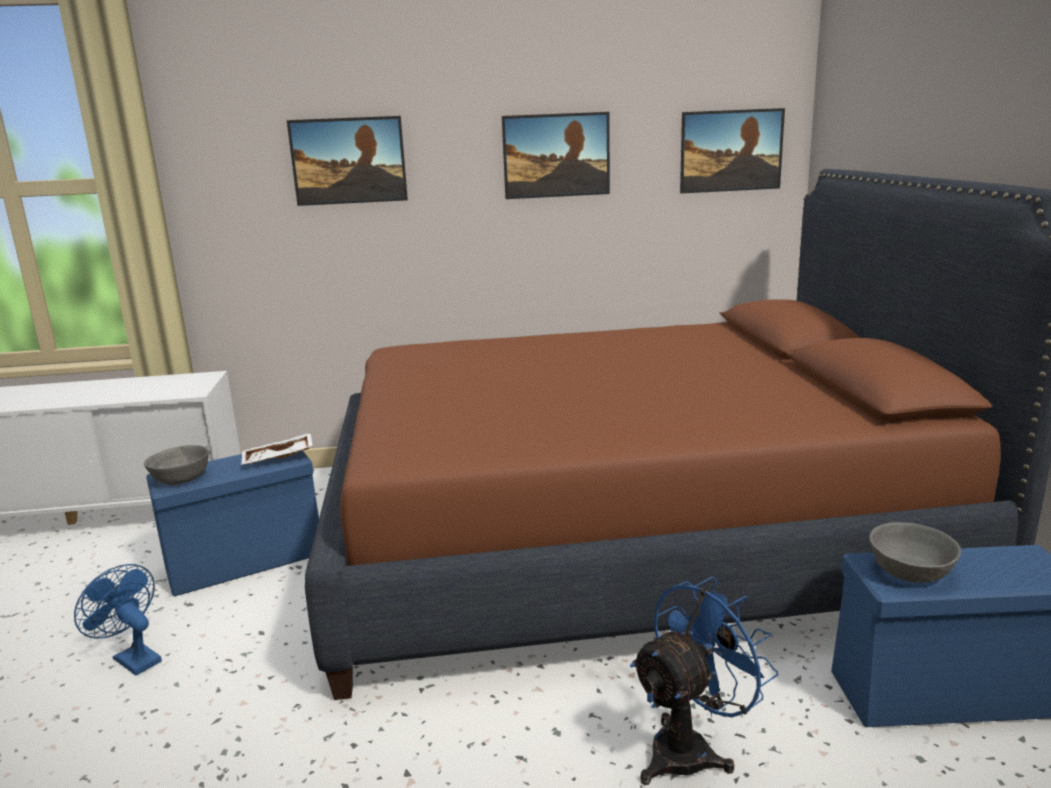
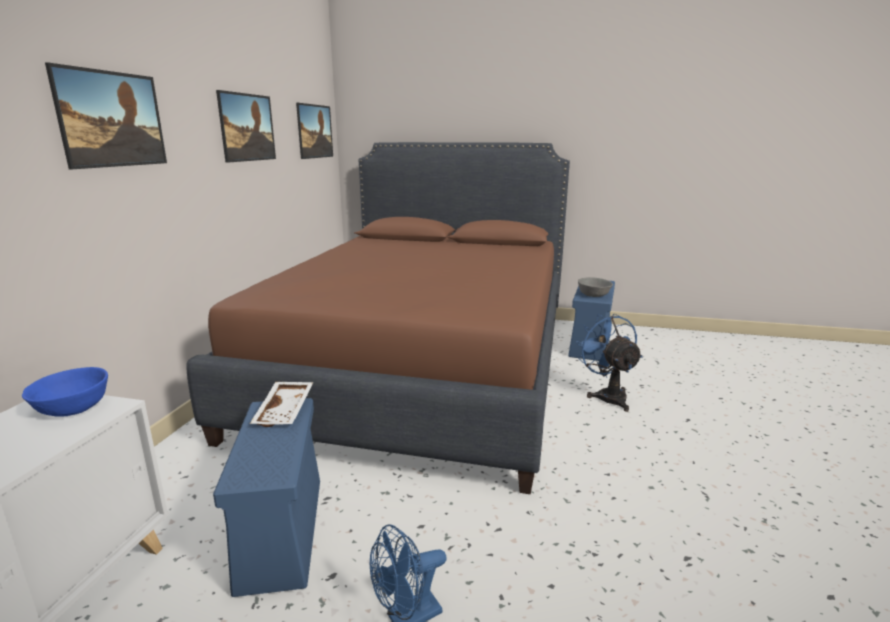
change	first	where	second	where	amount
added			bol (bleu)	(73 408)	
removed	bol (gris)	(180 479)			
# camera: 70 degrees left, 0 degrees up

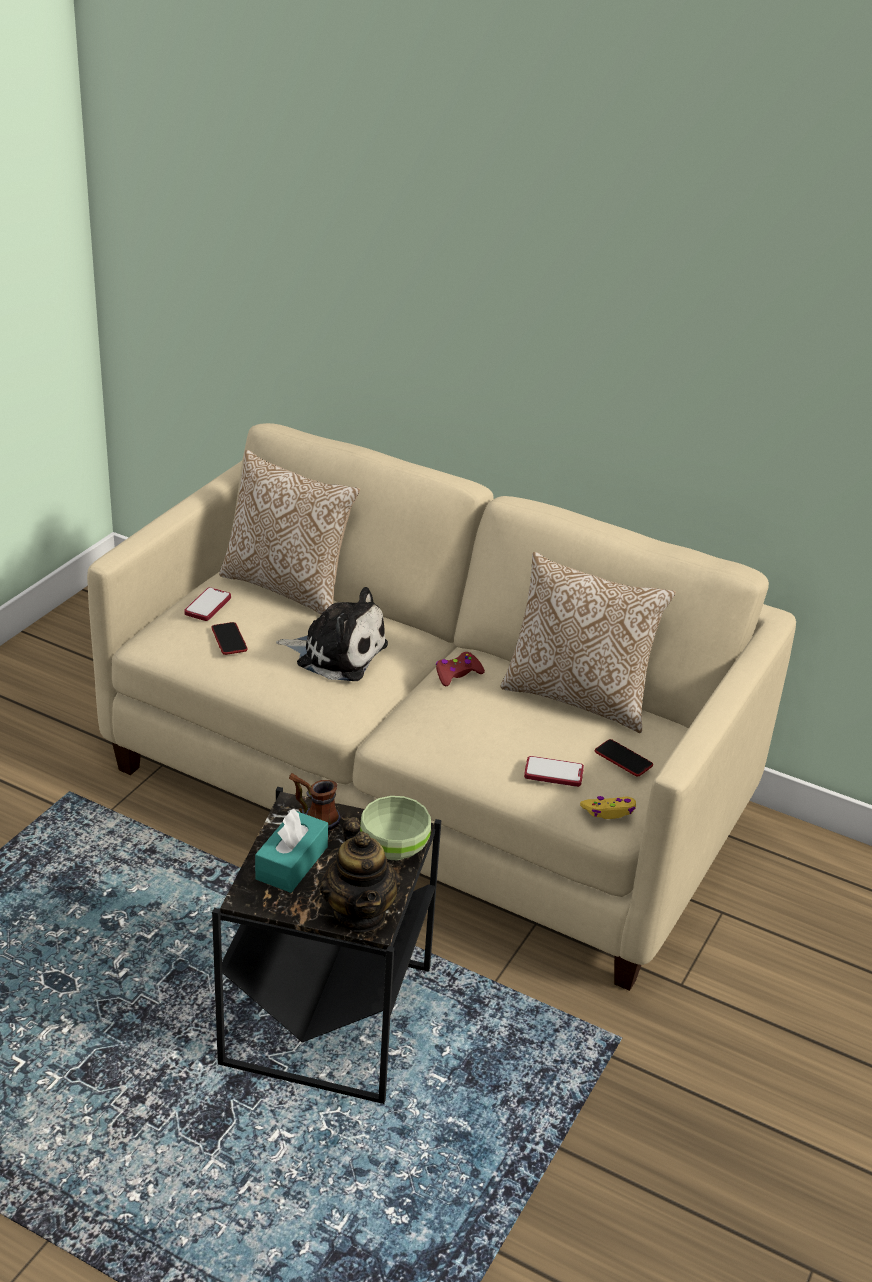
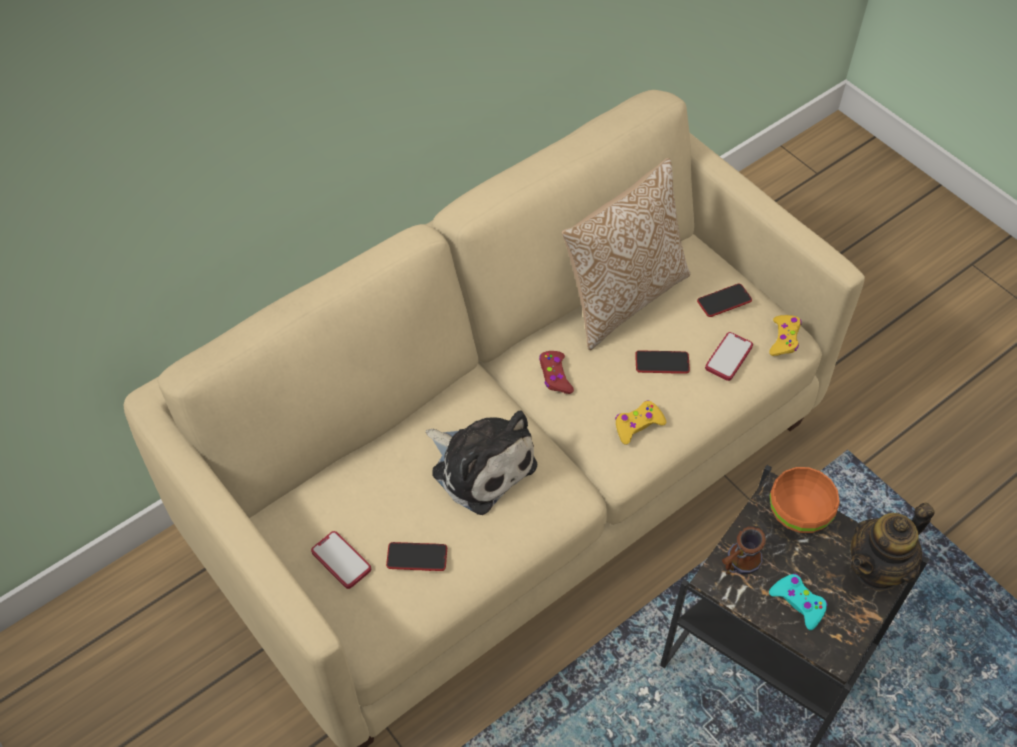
change	first	where	second	where	amount
turned	peluche	(337 653)		(480 465)	90 degrees clockwise
added			manette (jaune)	(637 425)	
added			téléphone	(662 363)	
replaced	boîte à mouchoirs (turquoise)	(292 863)	manette (turquoise)	(798 603)	
recoloured	bol (vert)	(395 848)	bol (orange)	(798 512)	
turned	théière	(359 913)		(878 568)	135 degrees clockwise
removed	coussin	(288 587)			
# camera: 65 degrees left, 20 degrees up

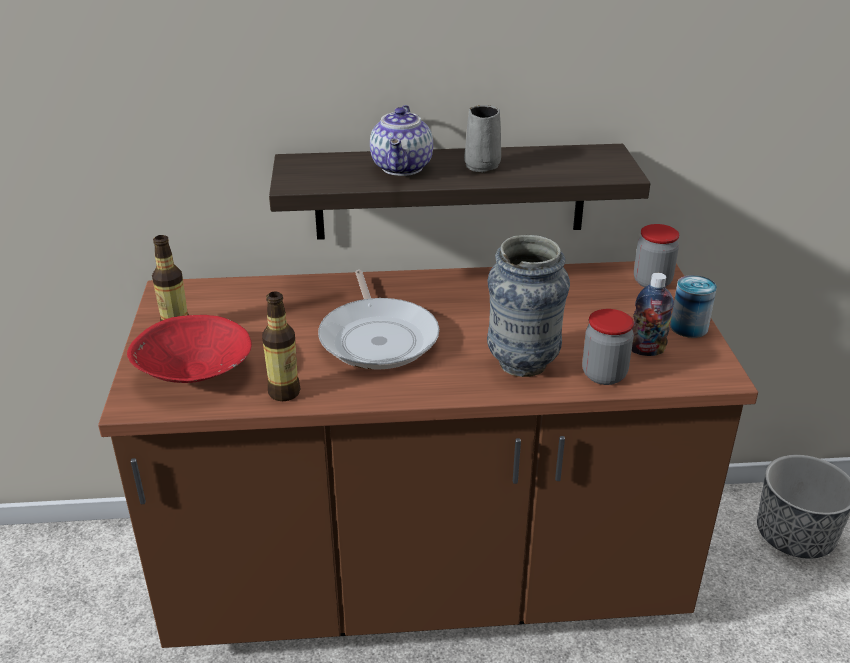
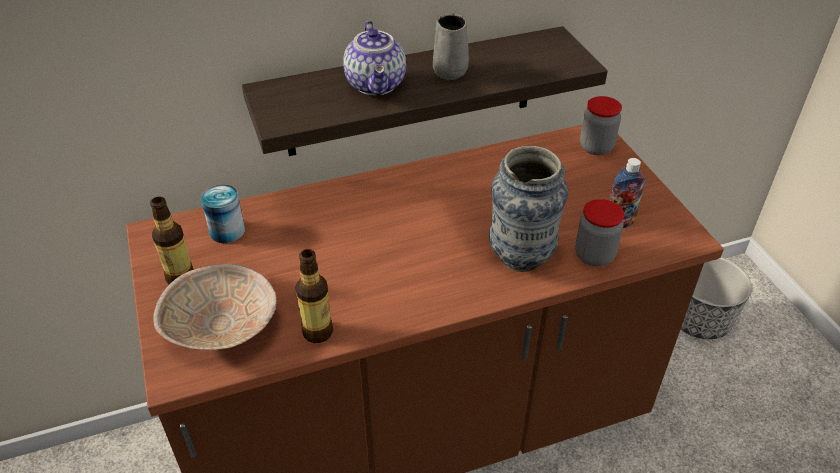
change	first	where	second	where	amount
recoloured	bol (rouge)	(196 373)	bol (beige)	(222 326)	
moved	boîte métallique	(689 327)		(227 231)	
removed	poêle	(378 337)			
# camera: 15 degrees left, 10 degrees up

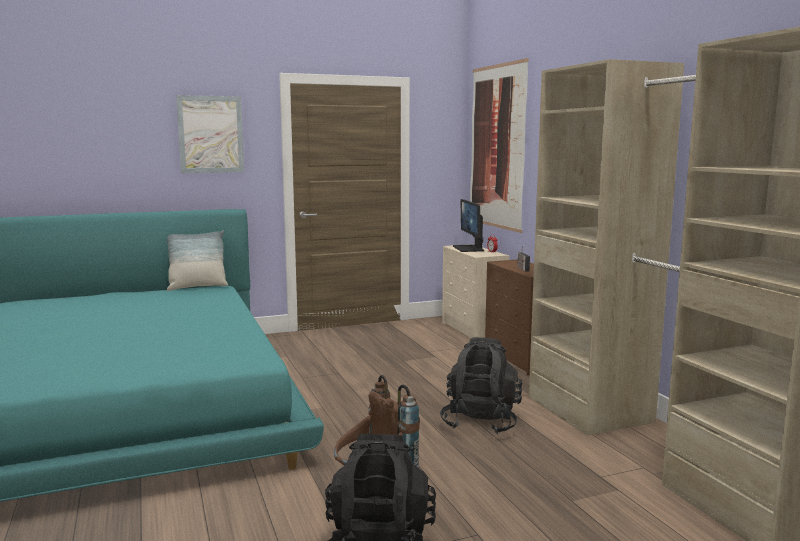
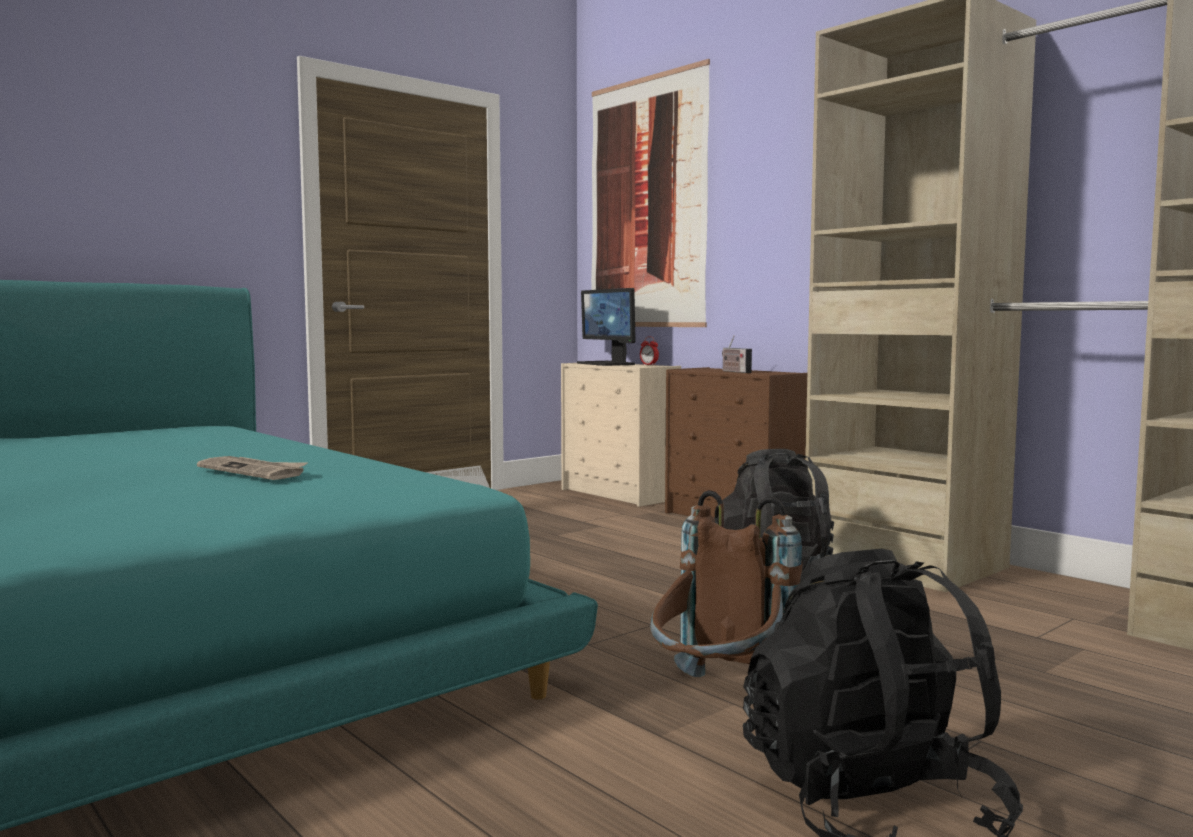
change	first	where	second	where	amount
added			journal	(254 471)	
removed	coussin	(197 287)			
removed	tableau	(210 134)			
# camera: 20 degrees left, 5 degrees down

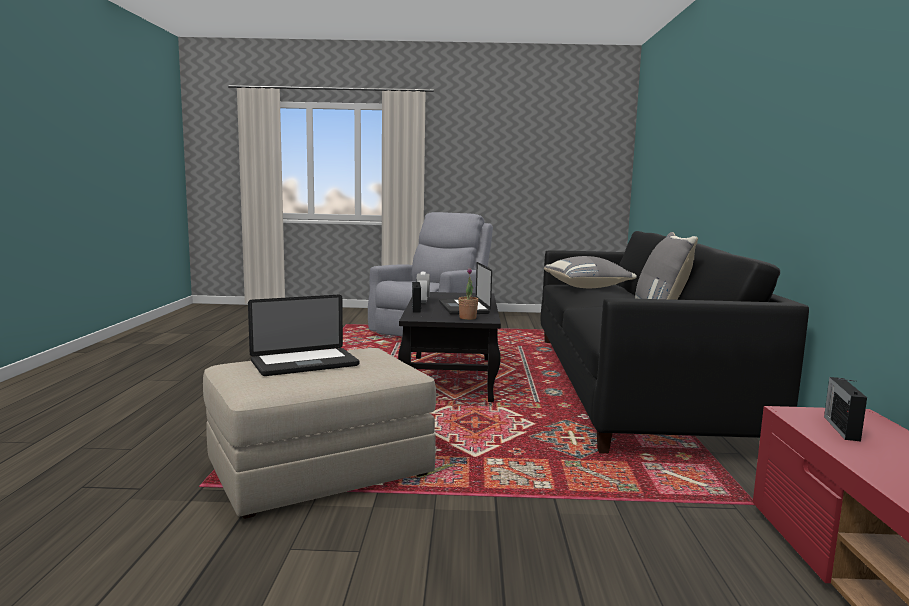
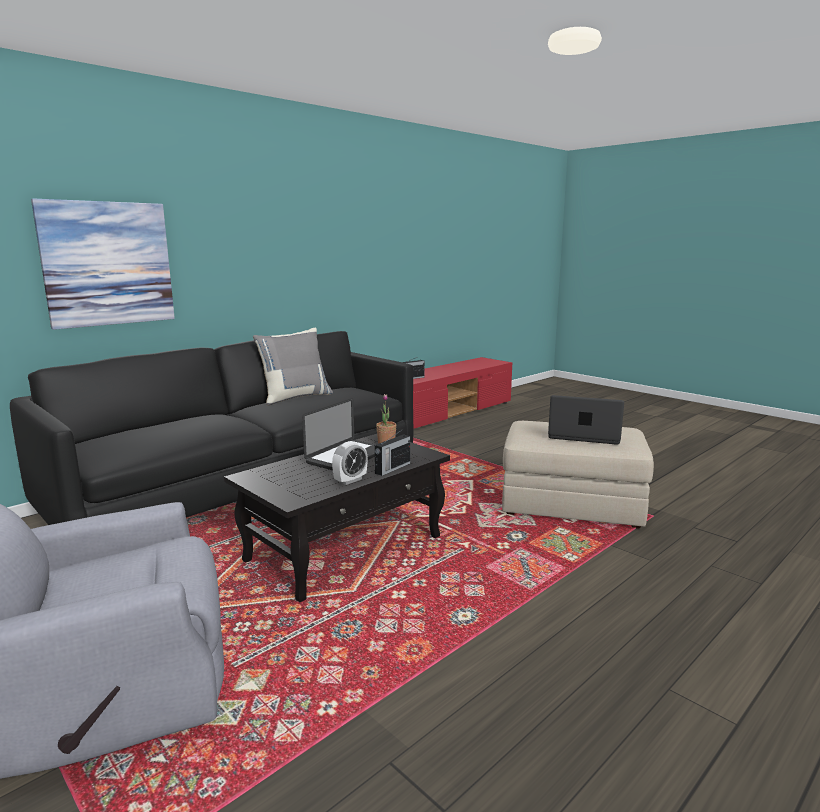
change	first	where	second	where	amount
added			tableau	(108 264)	
removed	coussin (gris)	(588 287)			
# camera: 135 degrees left, 5 degrees up

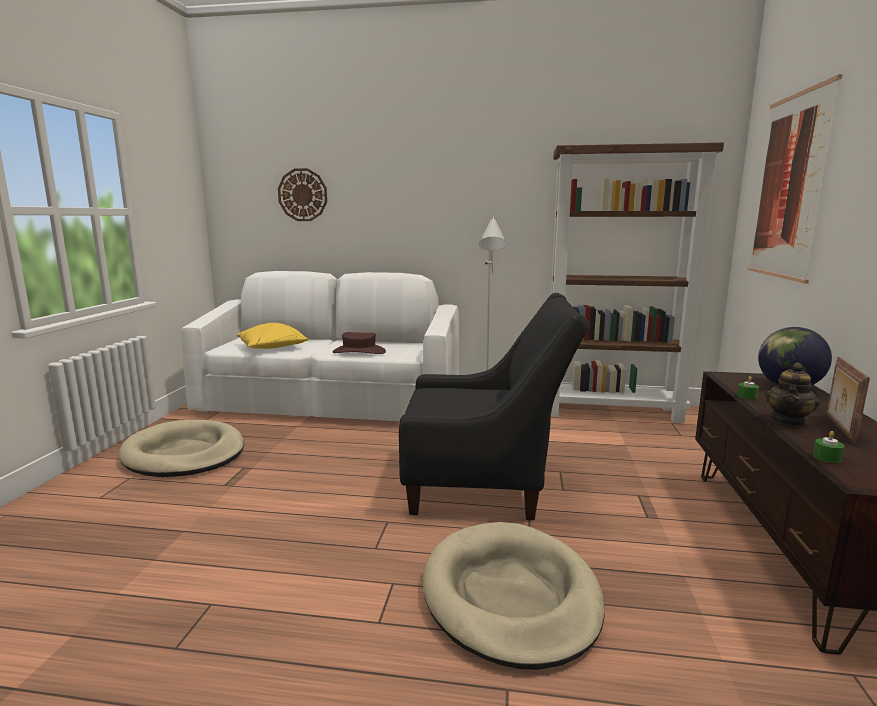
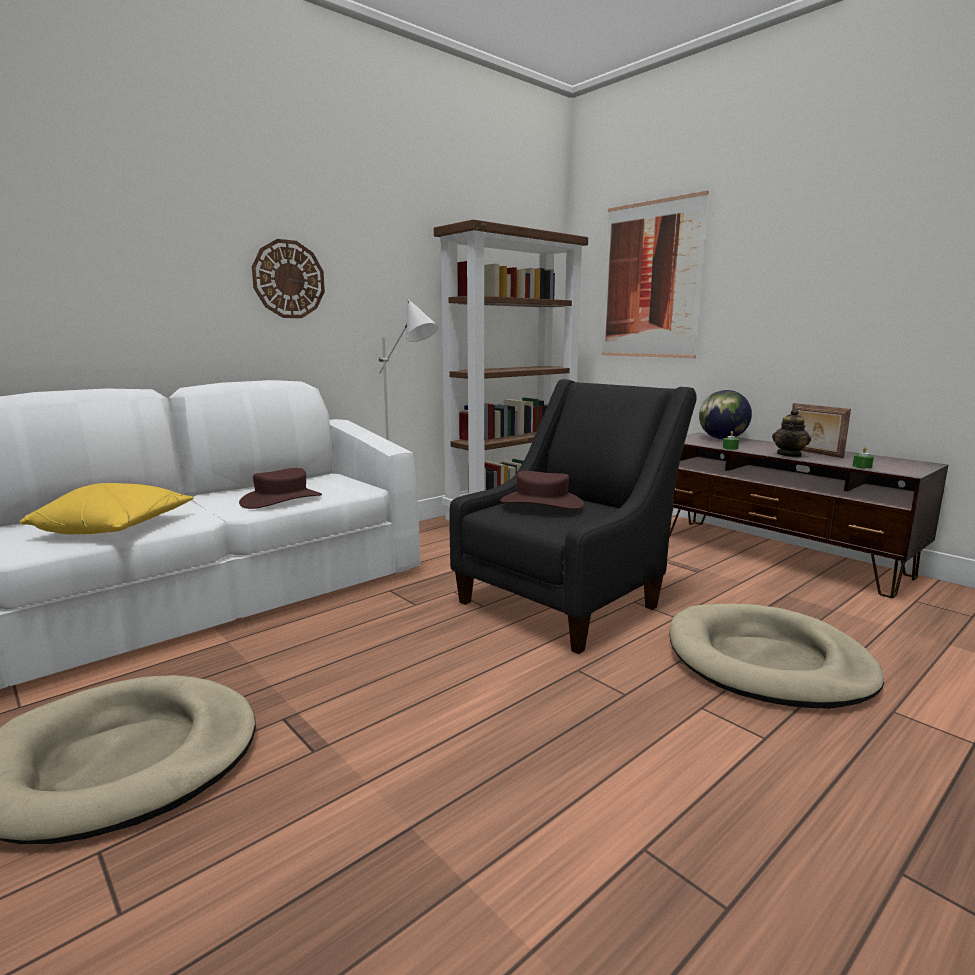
change	first	where	second	where	amount
moved	horloge murale	(302 195)		(288 279)	
added			chapeau (marron)	(542 503)	
turned	théière	(788 421)		(789 455)	45 degrees clockwise
# camera: 50 degrees left, 0 degrees up

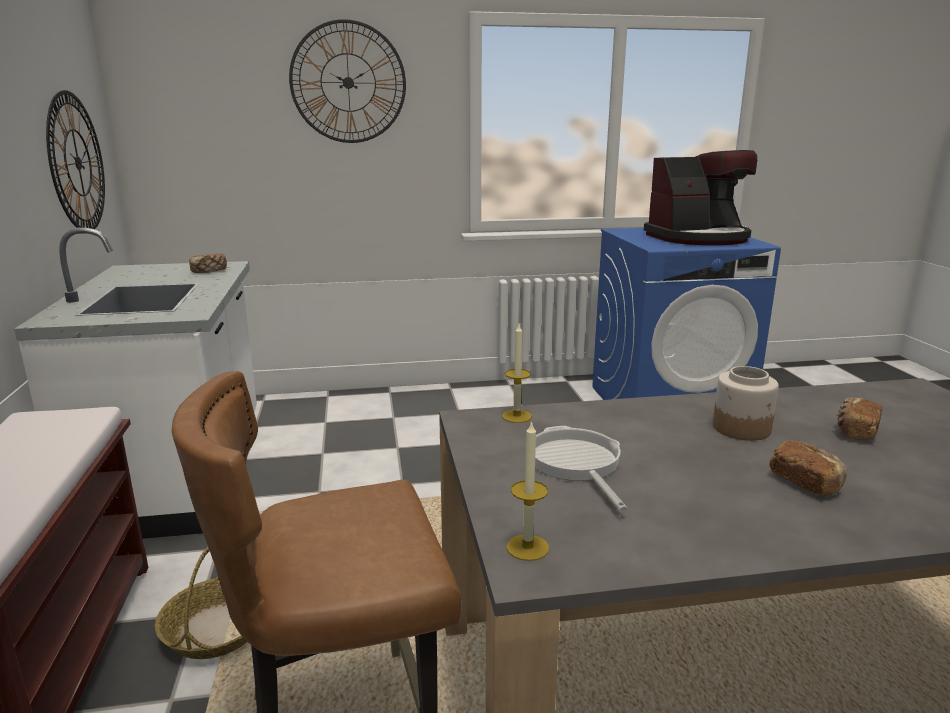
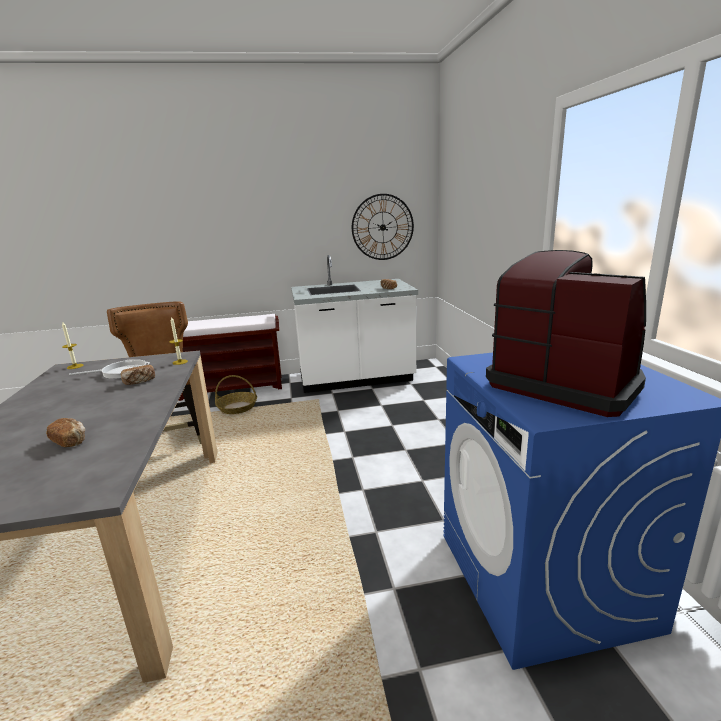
change	first	where	second	where	amount
moved	pain	(805 483)		(139 381)	
turned	machine à café	(698 238)		(564 383)	150 degrees clockwise
removed	horloge murale	(348 82)			
removed	bocal	(742 429)			
# camera: 90 degrees right, 0 degrees up

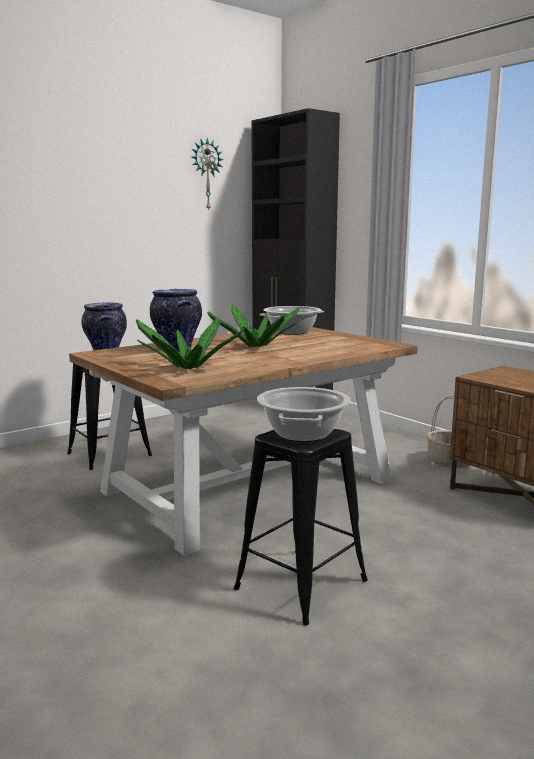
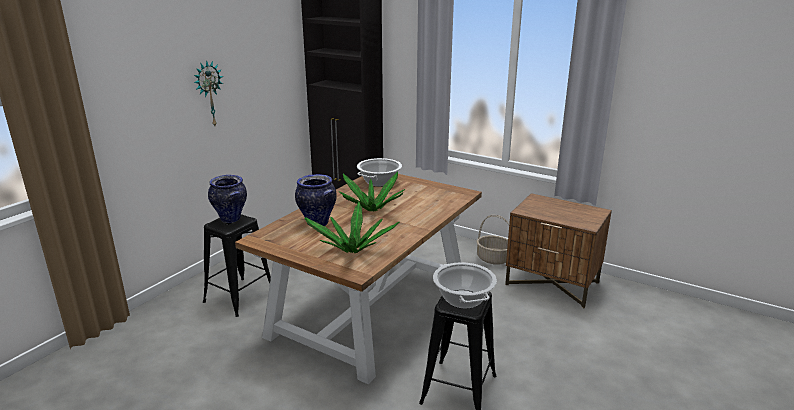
change	first	where	second	where	amount
moved	horloge murale	(206 174)		(208 94)	
# camera: 20 degrees left, 10 degrees up

